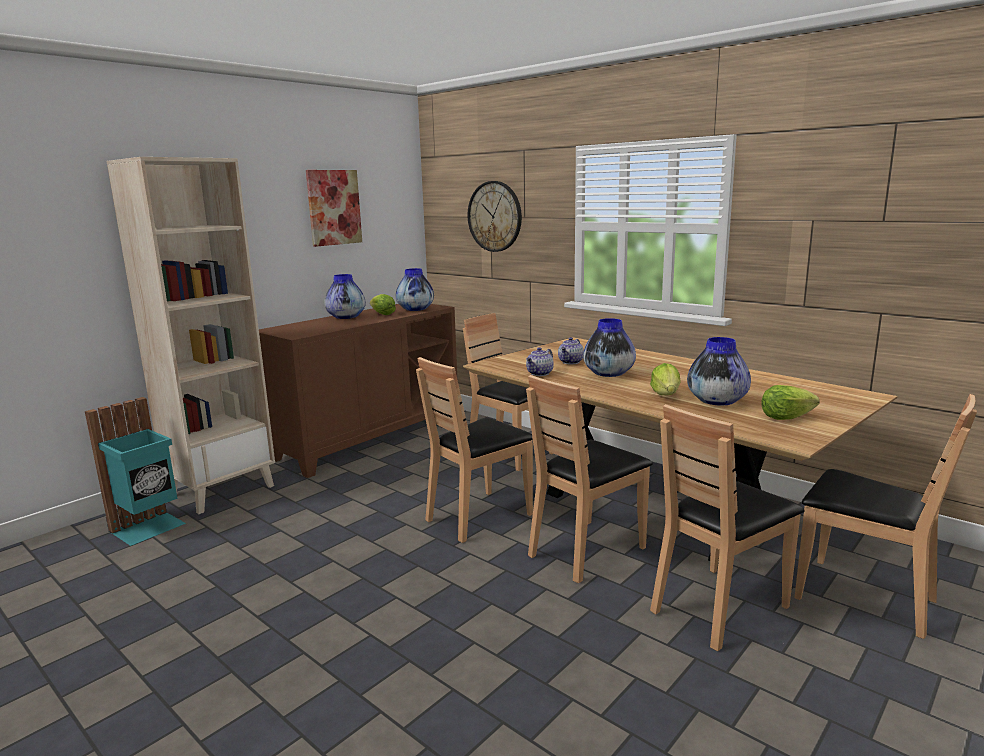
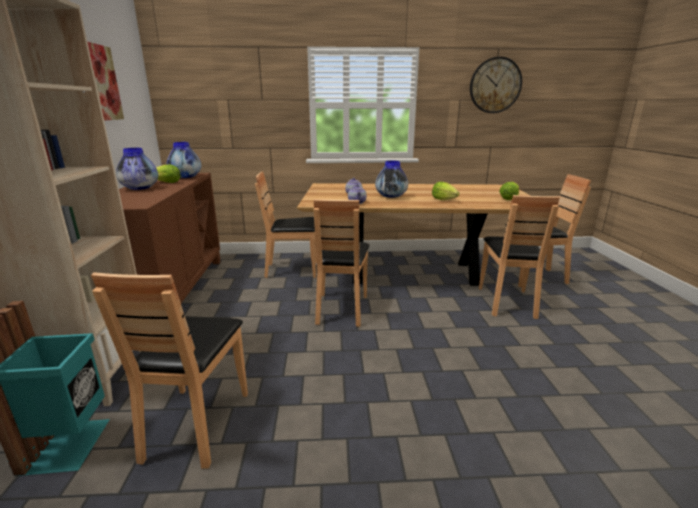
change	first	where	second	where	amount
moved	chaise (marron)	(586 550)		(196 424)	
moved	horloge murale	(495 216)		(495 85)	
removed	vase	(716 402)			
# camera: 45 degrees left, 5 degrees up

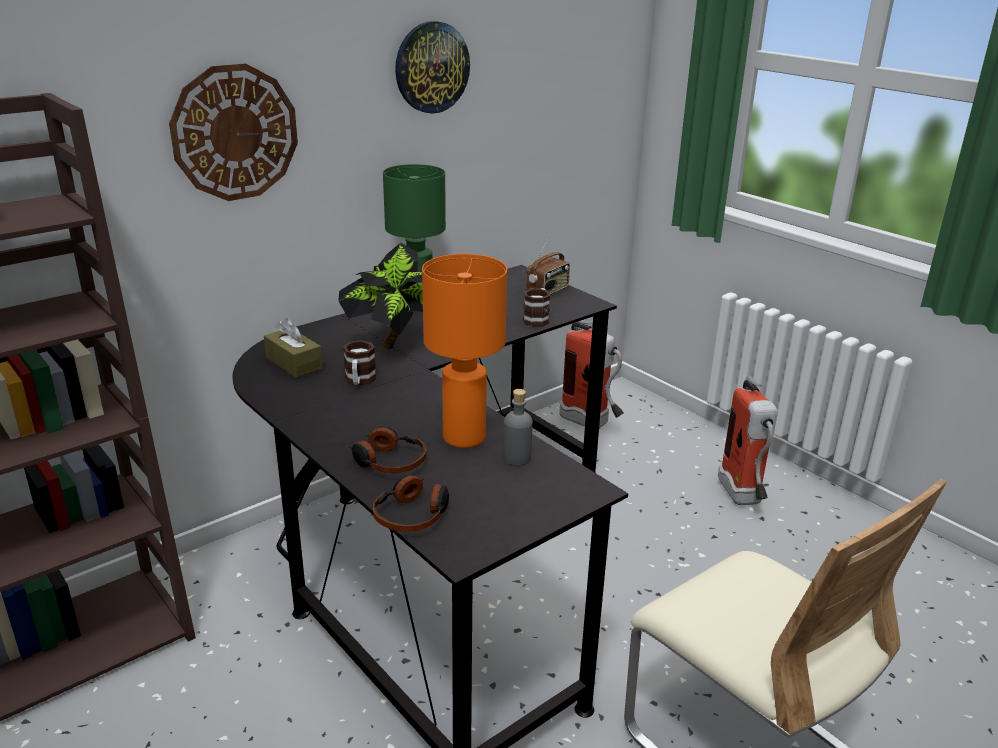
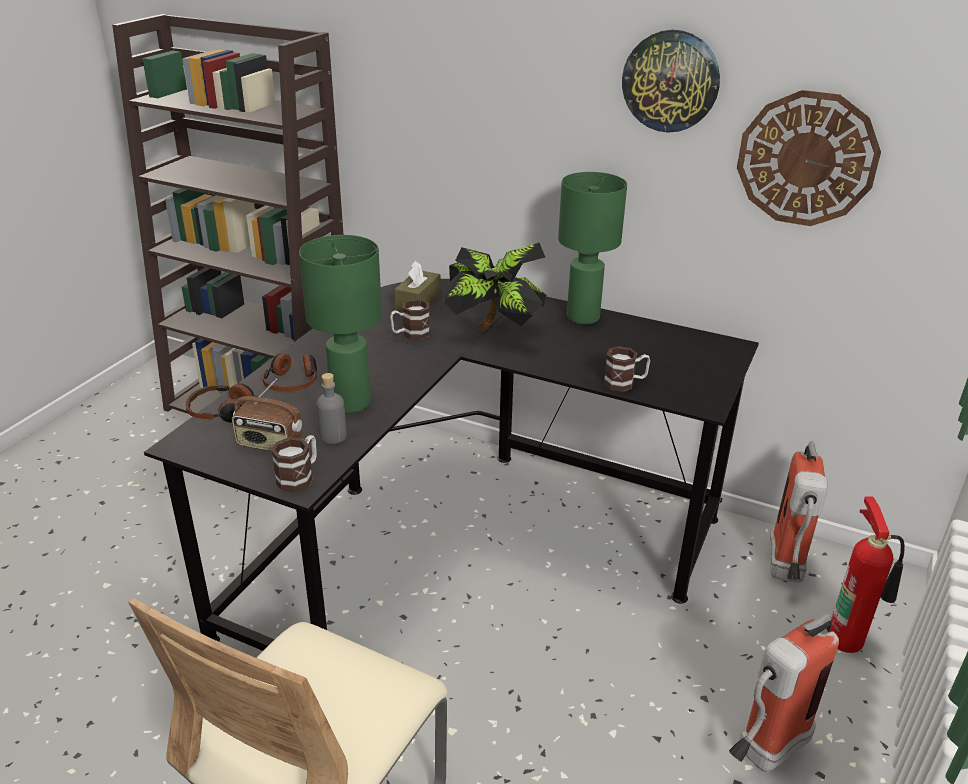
change	first	where	second	where	amount
moved	radio	(548 291)		(269 444)	
added			mug	(299 476)	
recoloured	lampe de table (orange)	(463 437)	lampe de table (vert)	(351 403)	
moved	horloge murale	(235 133)		(806 159)	
added			extincteur	(847 637)	
# camera: 65 degrees right, 5 degrees up

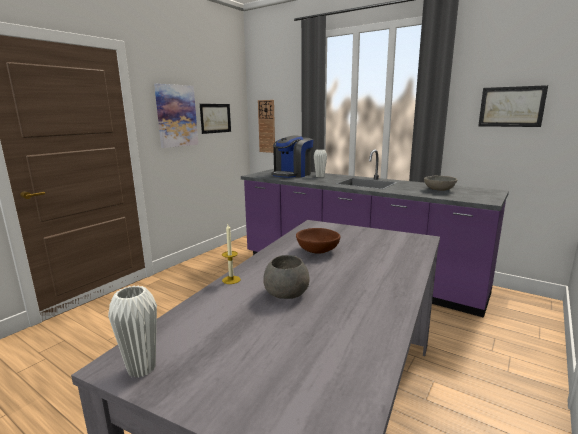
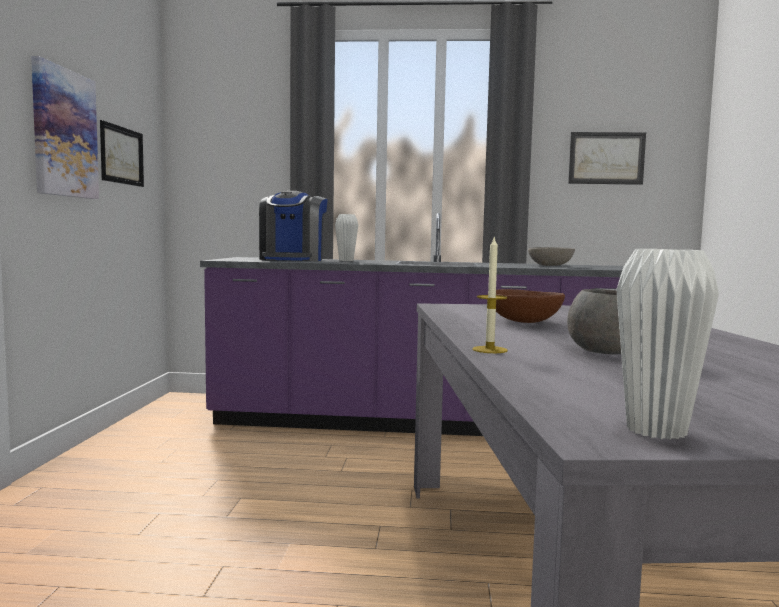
change	first	where	second	where	amount
removed	horloge murale	(267 126)			
# camera: 30 degrees left, 10 degrees down

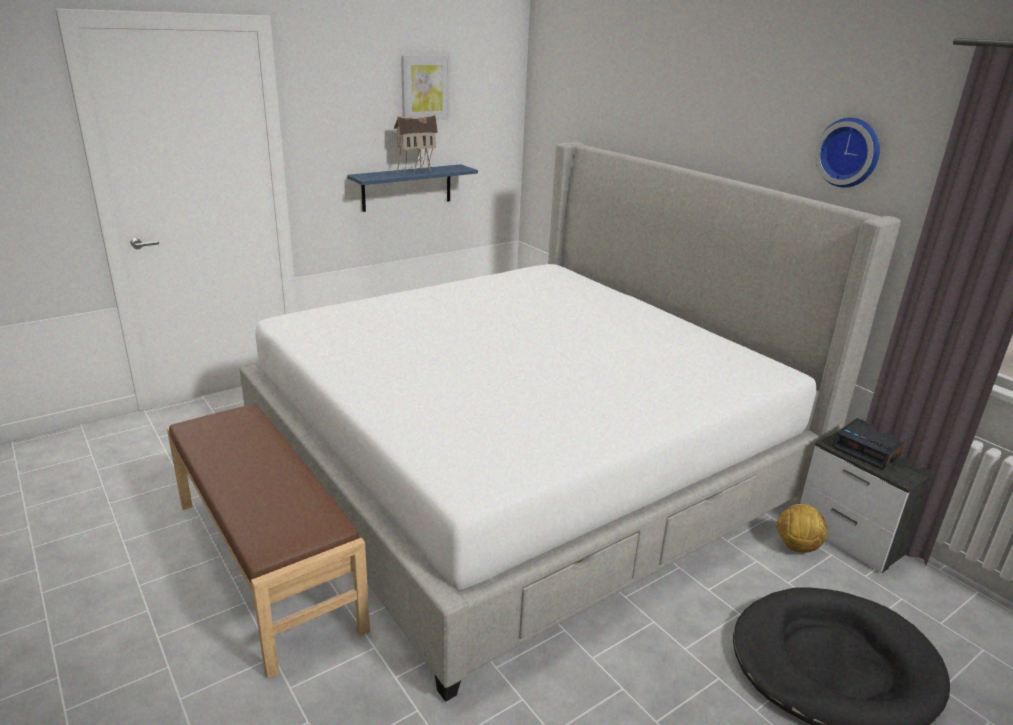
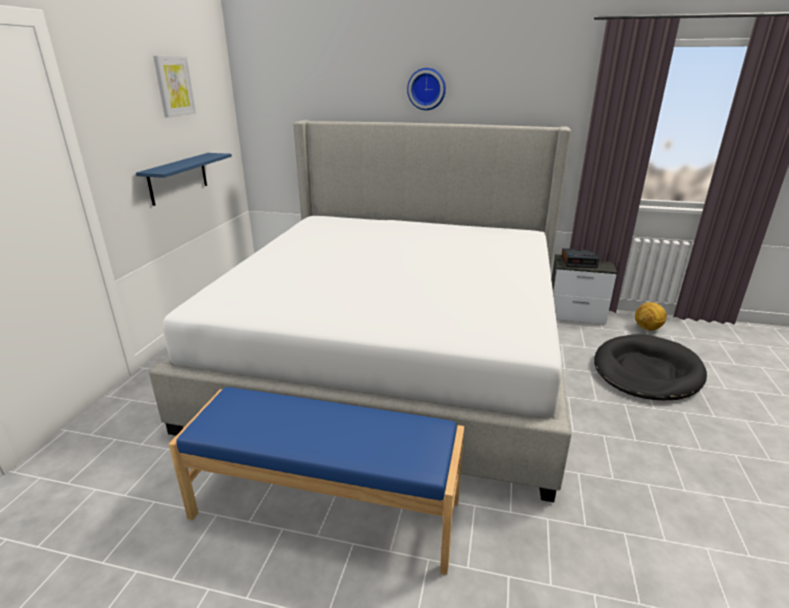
change	first	where	second	where	amount
recoloured	banc (marron)	(267 562)	banc (bleu)	(326 507)	
moved	horloge murale	(850 152)		(426 89)	
moved	ballon de foot	(796 547)		(647 328)	
removed	maison miniature	(415 172)			
# camera: 40 degrees left, 0 degrees up

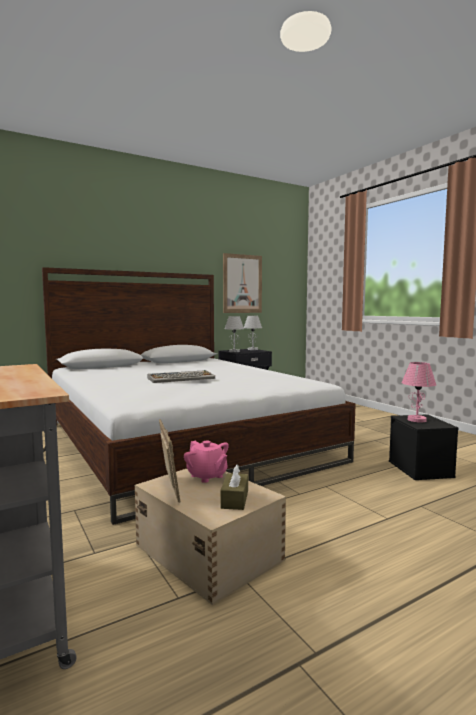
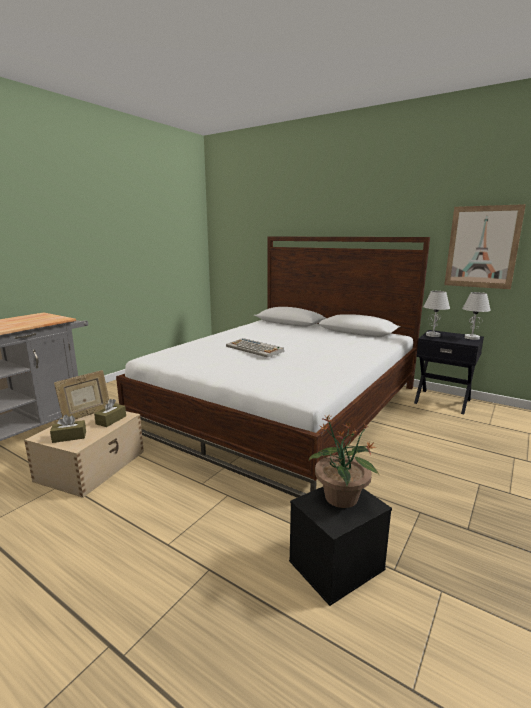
change	first	where	second	where	amount
replaced	théière (rose)	(207 476)	boîte à mouchoirs (marron)	(111 420)	
replaced	lampe de table (rose)	(416 420)	plante en pot	(341 498)	
# camera: 65 degrees right, 10 degrees up

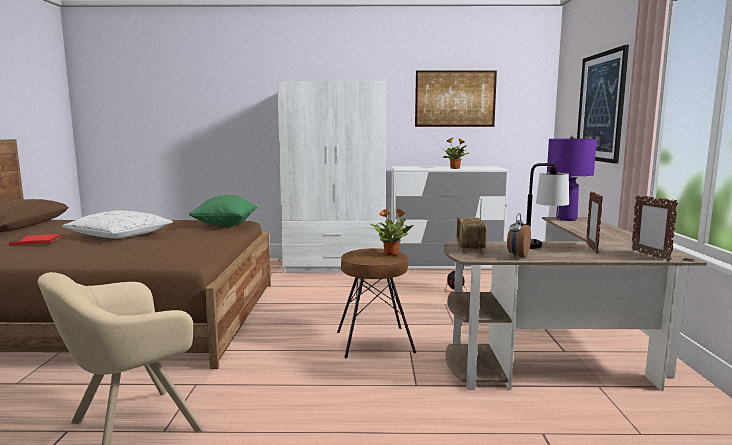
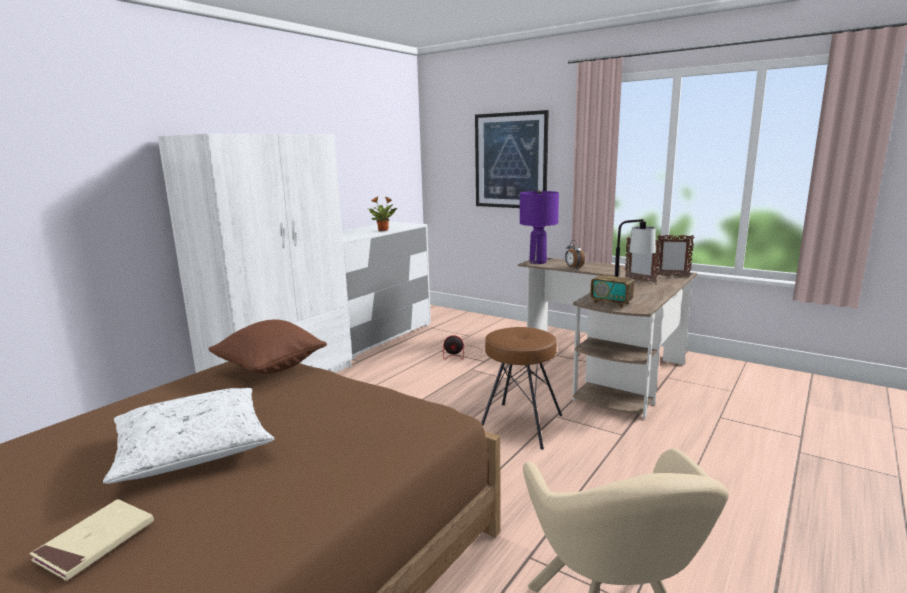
change	first	where	second	where	amount
recoloured	livre (rouge)	(36 242)	livre (beige)	(96 542)	
recoloured	coussin (vert)	(225 225)	coussin (marron)	(270 369)	
moved	réveil	(517 256)		(573 267)	
removed	plante en pot	(392 254)			
removed	tableau	(455 98)			
# camera: 55 degrees left, 5 degrees up

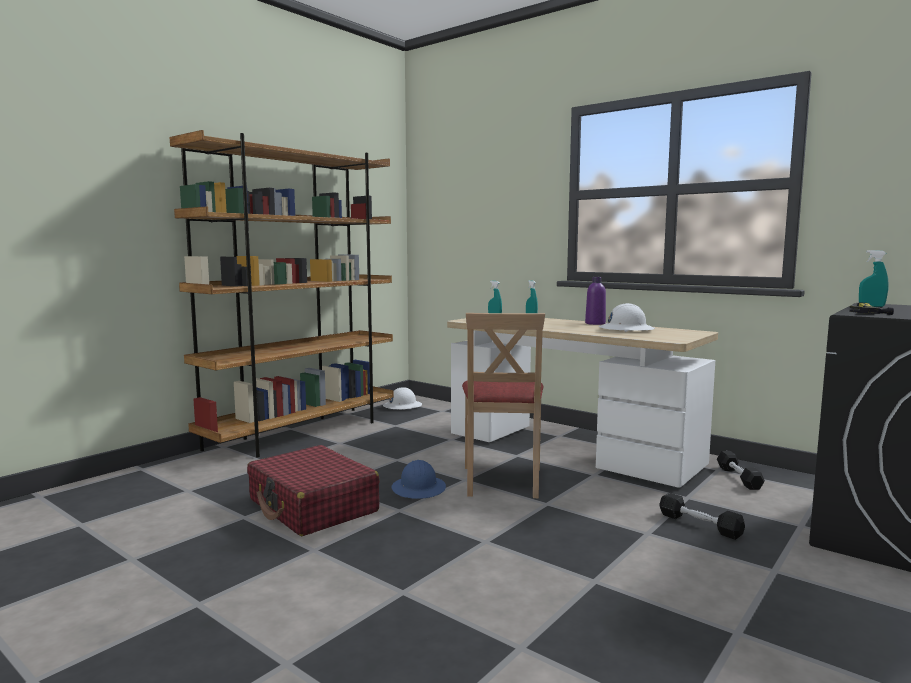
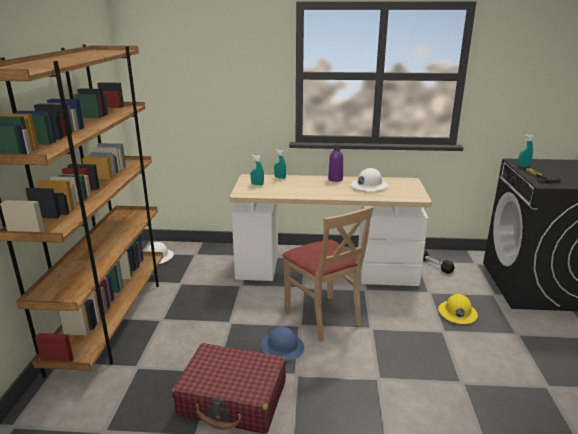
change	first	where	second	where	amount
replaced	haltère (noir)	(700 525)	casque de chantier (jaune)	(457 313)	
# camera: 35 degrees left, 15 degrees up

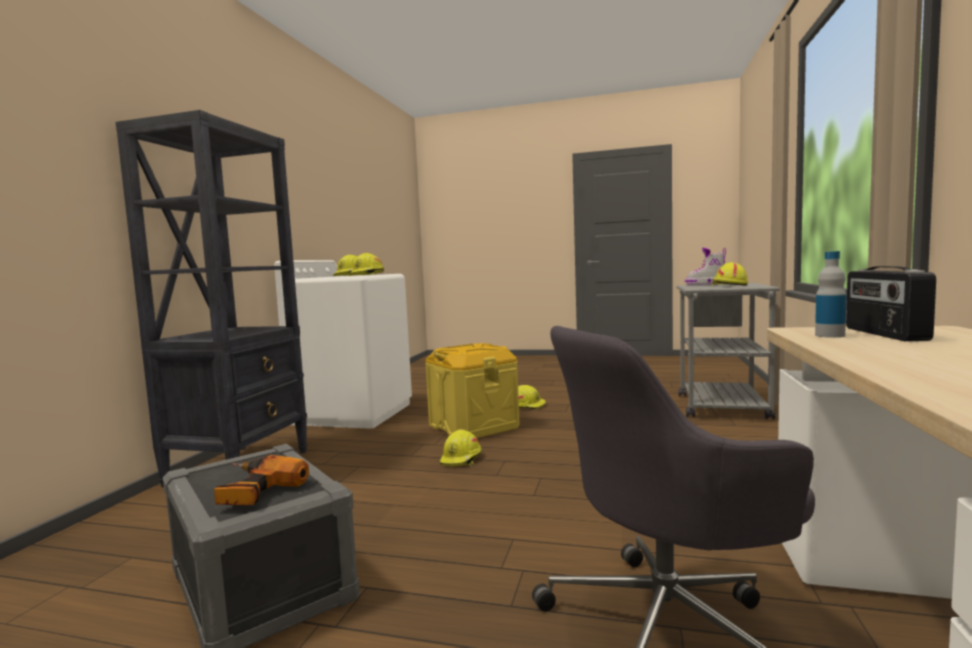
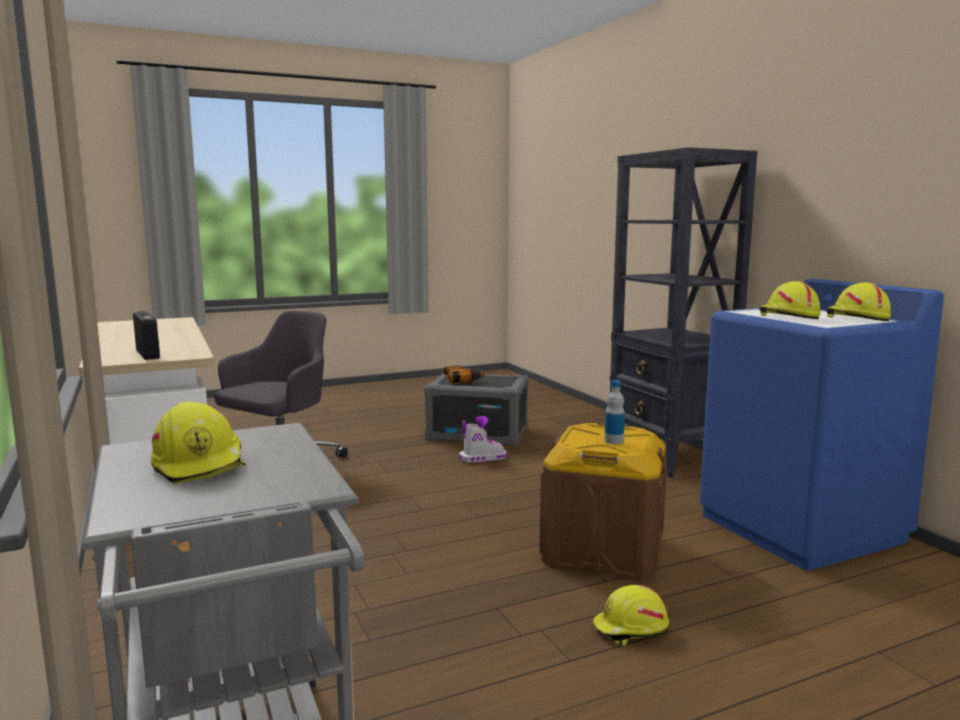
change	first	where	second	where	amount
moved	botte	(706 283)		(482 458)	
recoloured	boîte de rangement (jaune)	(474 426)	boîte de rangement (marron)	(602 551)	
moved	bouteille	(829 335)		(613 441)	
recoloured	lave-linge (blanc)	(353 413)	lave-linge (bleu)	(801 528)	
removed	casque de chantier (jaune)	(462 459)			
# camera: 140 degrees right, 5 degrees up

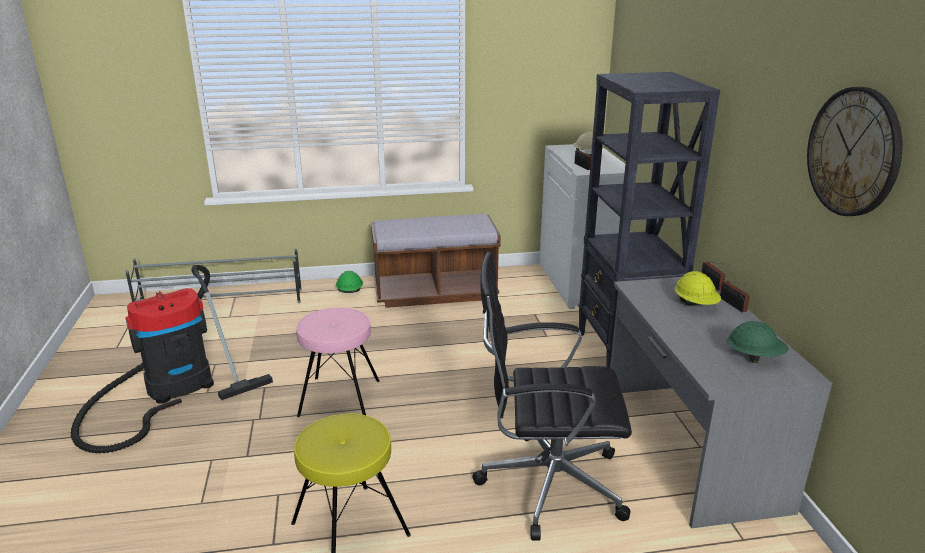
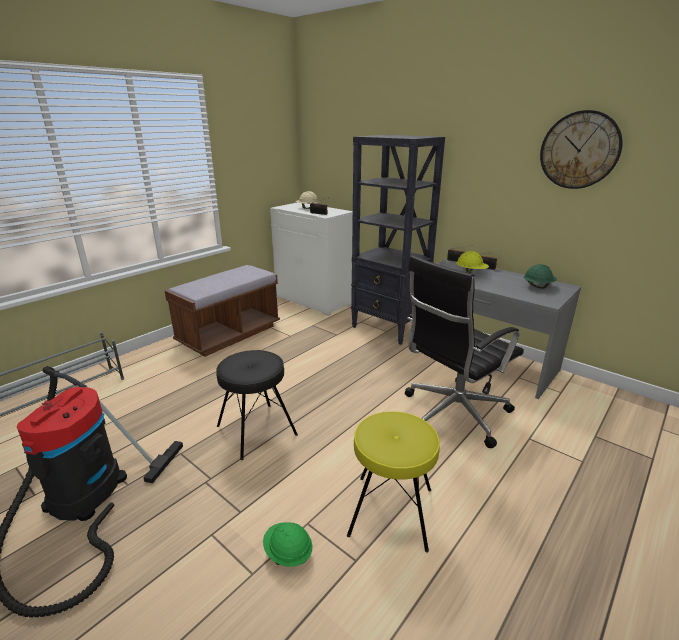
change	first	where	second	where	amount
recoloured	tabouret (rose)	(340 398)	tabouret (noir)	(257 430)	
moved	casque de chantier (vert)	(349 291)		(288 553)	
# camera: 40 degrees left, 0 degrees up

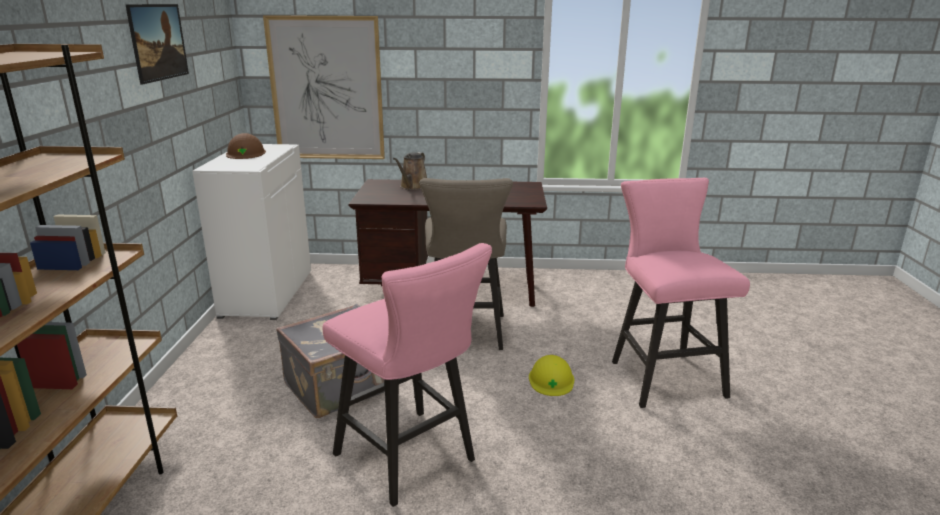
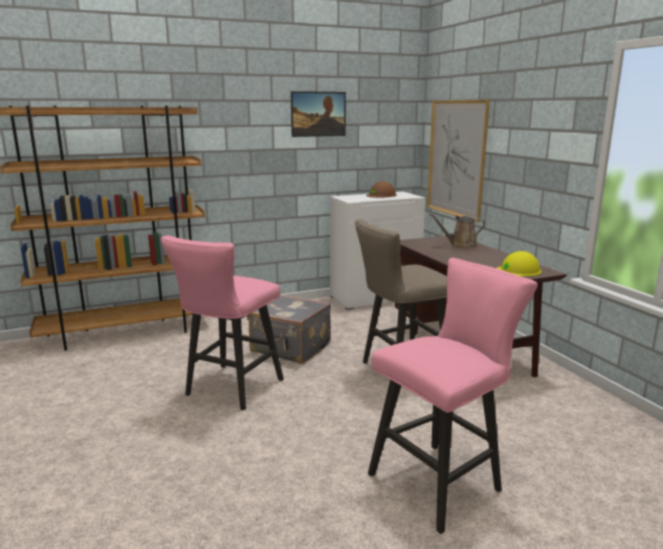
change	first	where	second	where	amount
moved	casque de chantier (jaune)	(551 379)		(518 270)	
# camera: 65 degrees right, 5 degrees down

